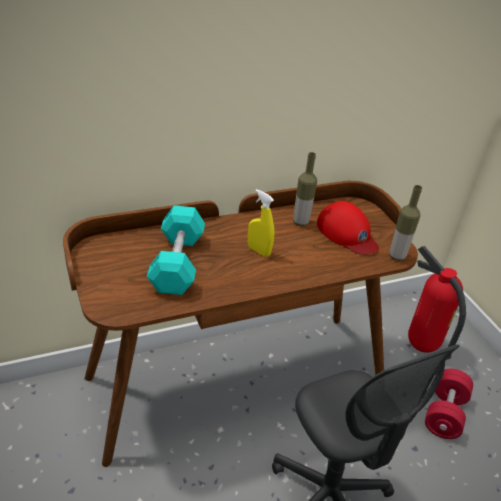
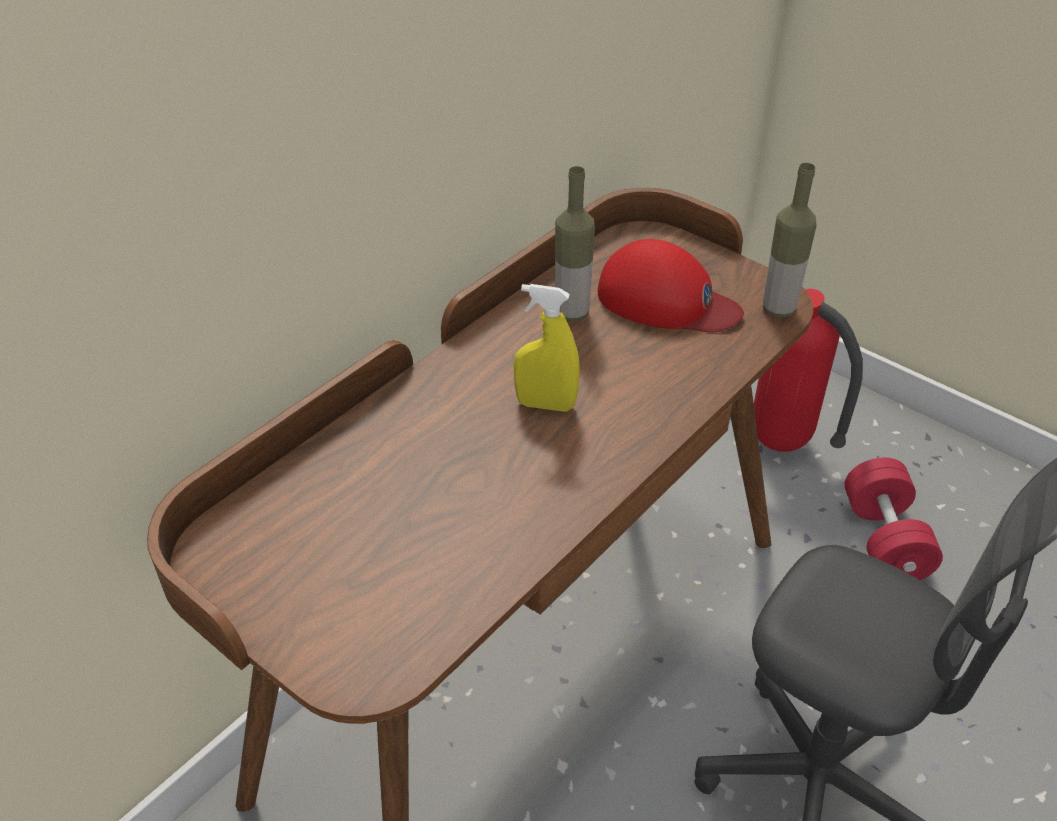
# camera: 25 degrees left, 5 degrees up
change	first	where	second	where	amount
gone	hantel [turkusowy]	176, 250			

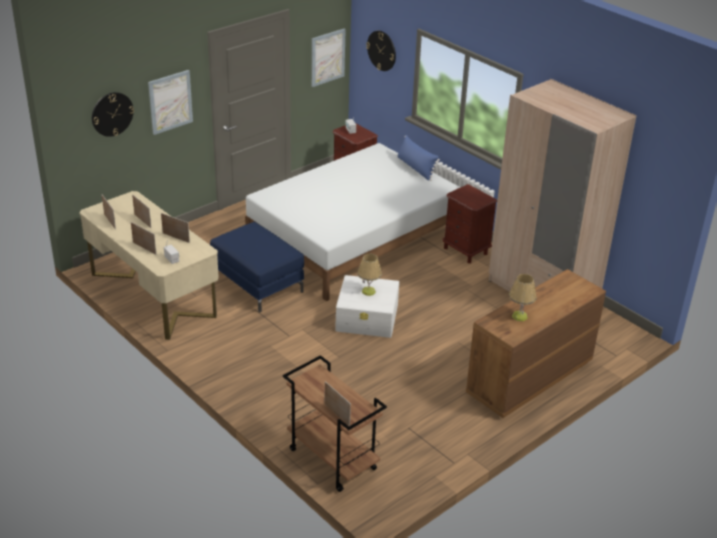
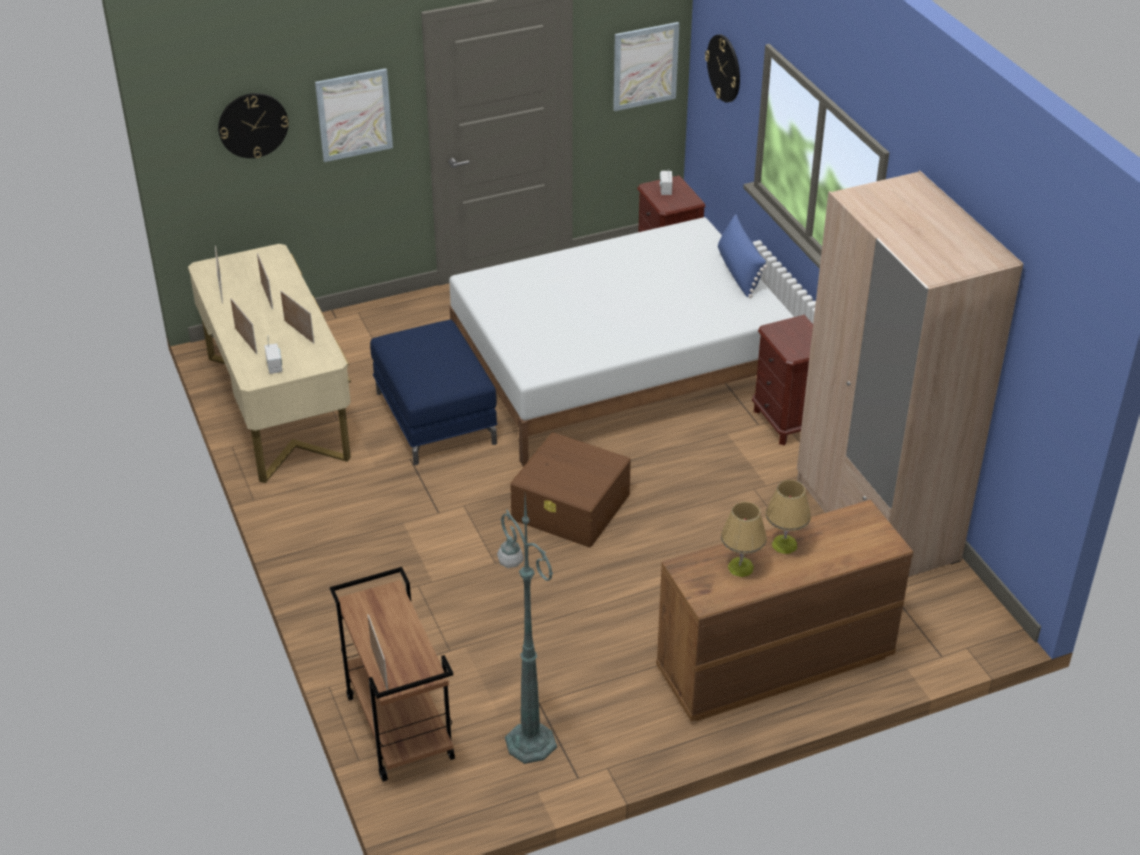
# camera: 20 degrees right, 5 degrees up
change	first	where	second	where	amount
new			lampa stojąca [zielony]	527, 630	
repainted	pojemnik do przechowywania [biały]	367, 306	pojemnik do przechowywania [brązowy]	570, 490	
shifted	lampa stołowa	369, 275		788, 517	

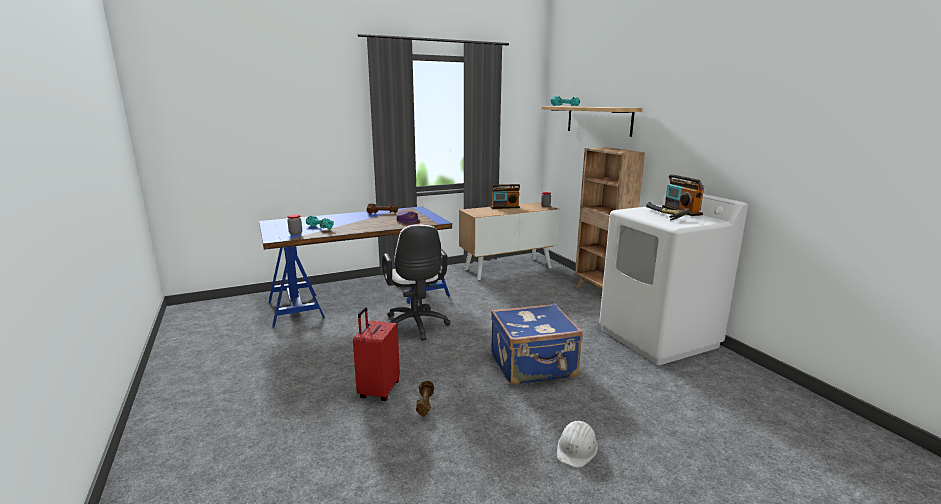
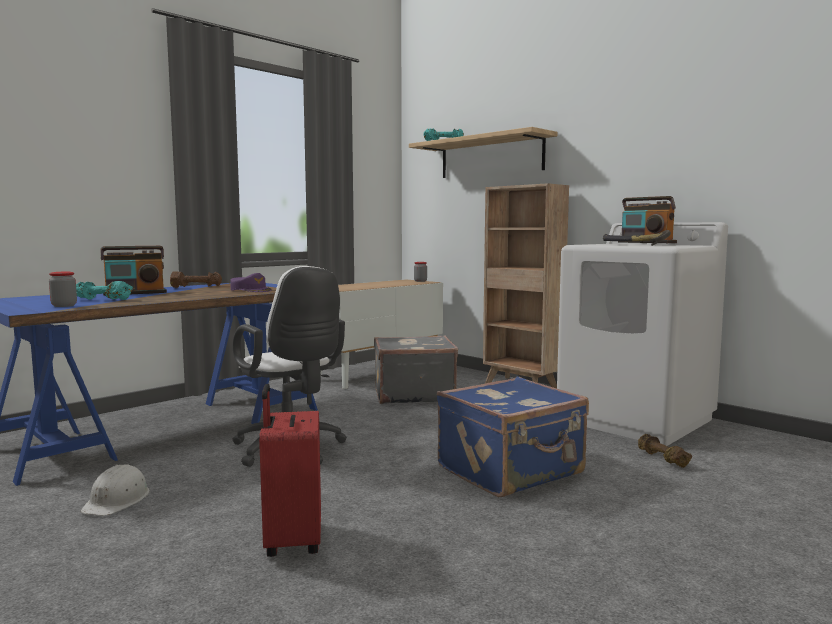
# camera: 20 degrees left, 10 degrees down
change	first	where	second	where	amount
shifted	kask [biały]	577, 444		115, 490	
shifted	radio	505, 196		134, 271	
new			walizka [szary]	416, 369	
shifted	hantel [brązowy]	425, 399		665, 451	

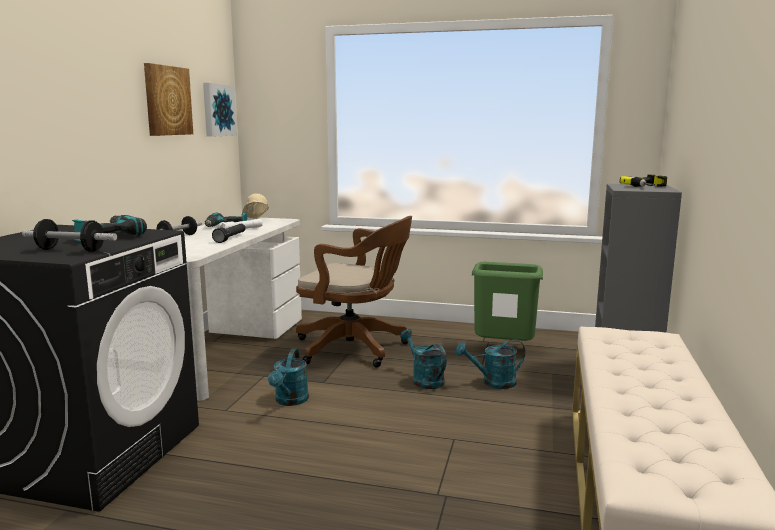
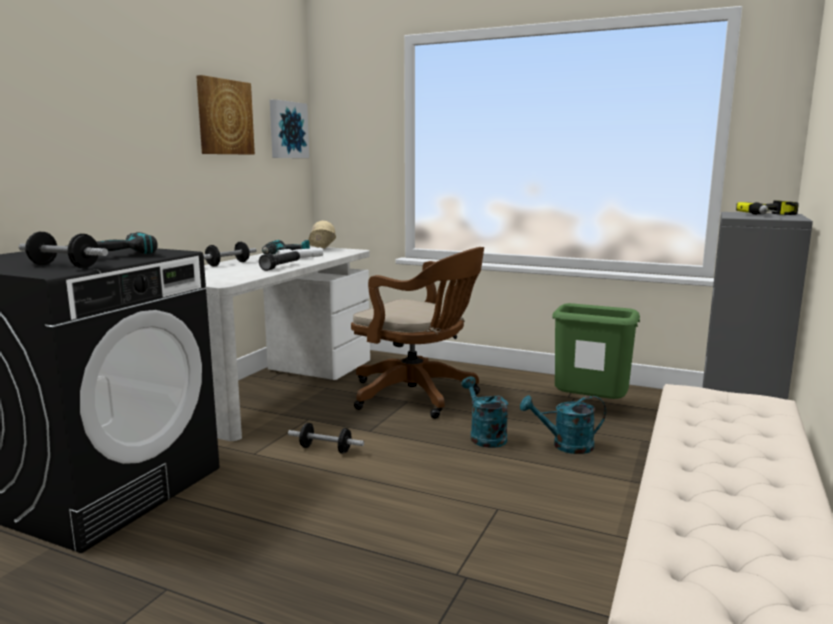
# camera: 10 degrees right, 0 degrees up
change	first	where	second	where	amount
swapped	konewka [turkusowy]	288, 377	hantel	326, 438	

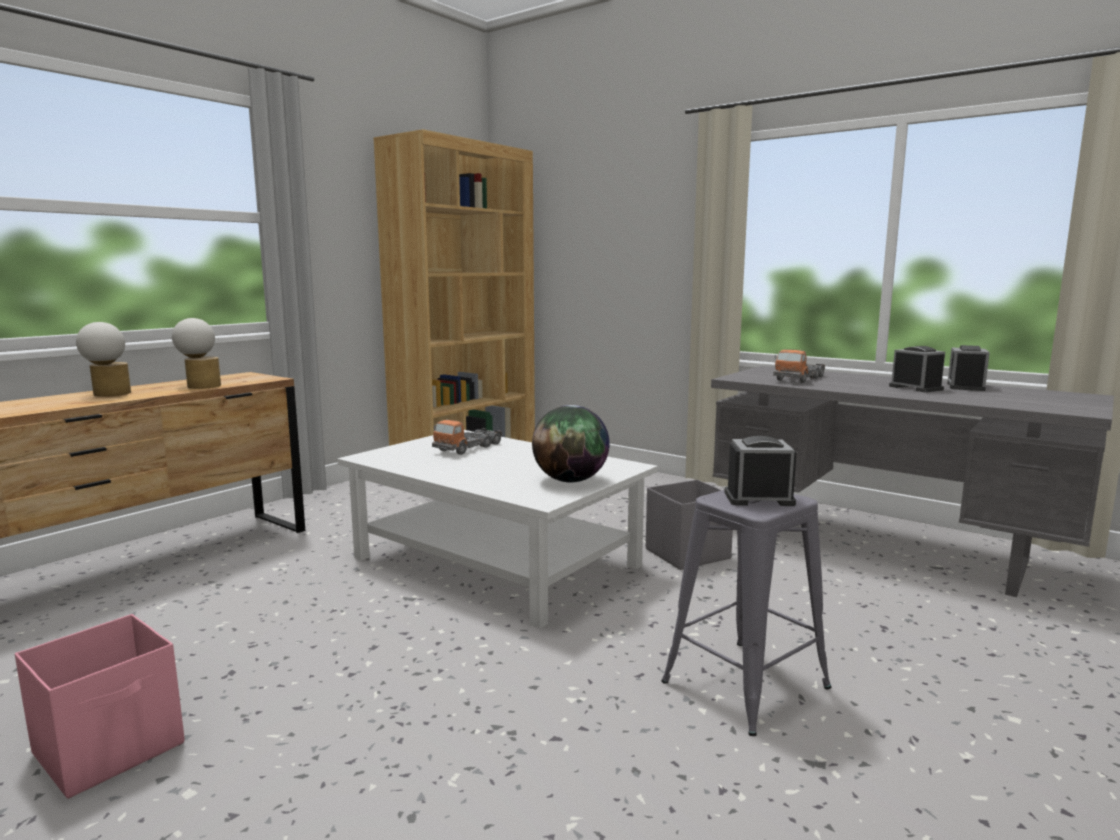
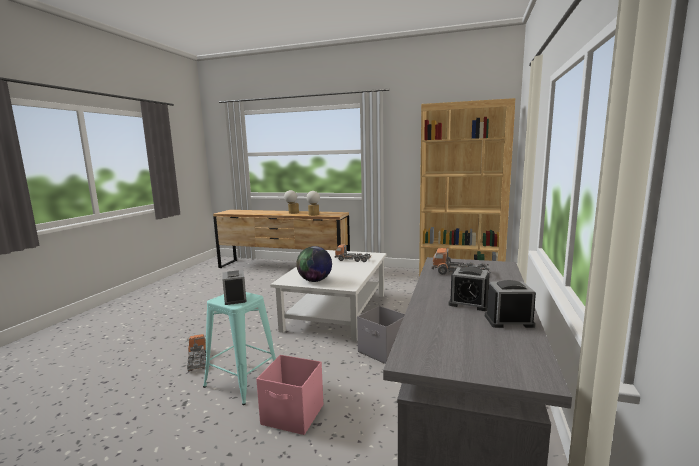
# camera: 70 degrees right, 0 degrees up
change	first	where	second	where	amount
new			ciężarówka zabawkowa	196, 353	
repainted	stołek [szary]	746, 613	stołek [turkusowy]	239, 348	
shifted	pojemnik do przechowywania [różowy]	100, 706		289, 395	
rotated	budzik	917, 369		469, 289	75 degrees clockwise

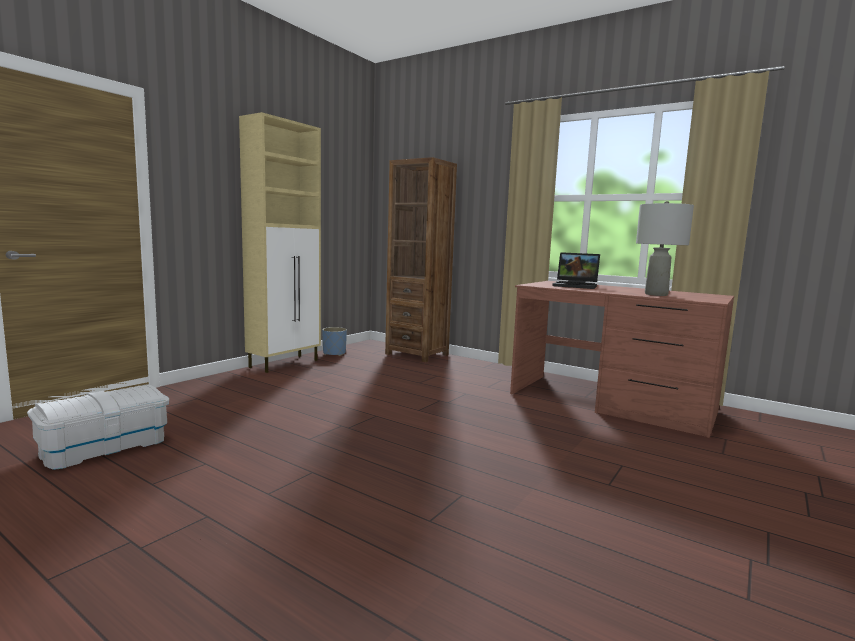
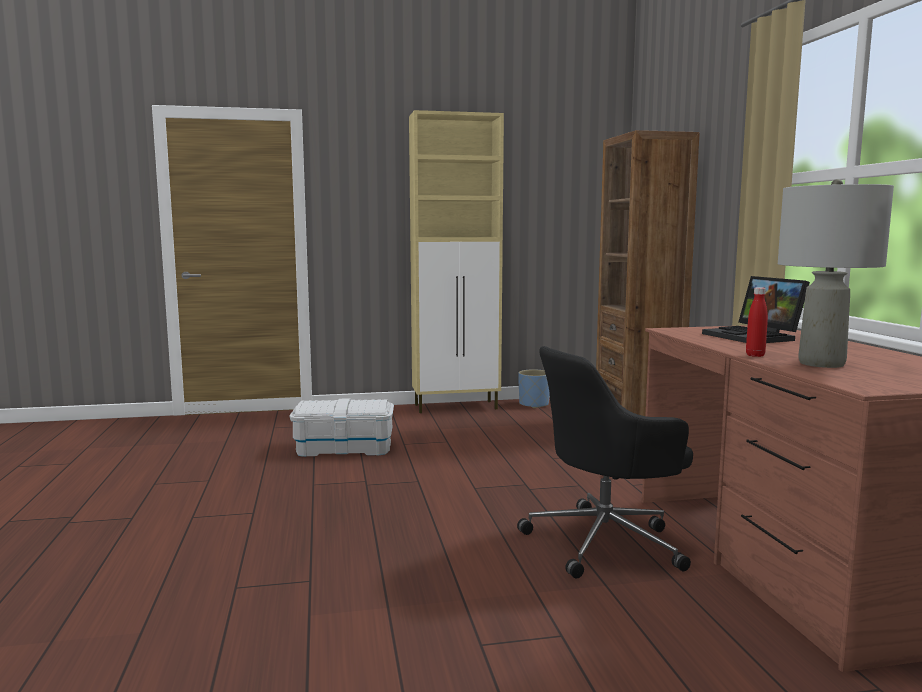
# camera: 45 degrees right, 0 degrees up
change	first	where	second	where	amount
shifted	pojemnik do przechowywania [biały]	98, 427		341, 428	
new			krzesło biurowe [czarny]	605, 462	
new			butelka [czerwony]	757, 322	

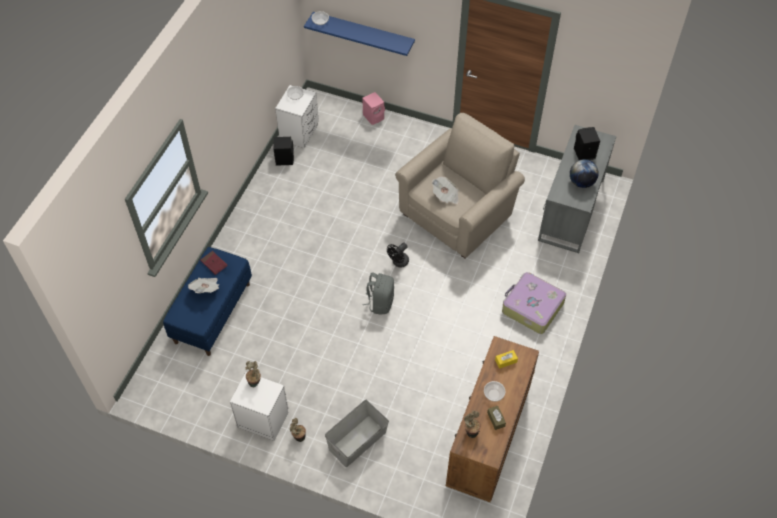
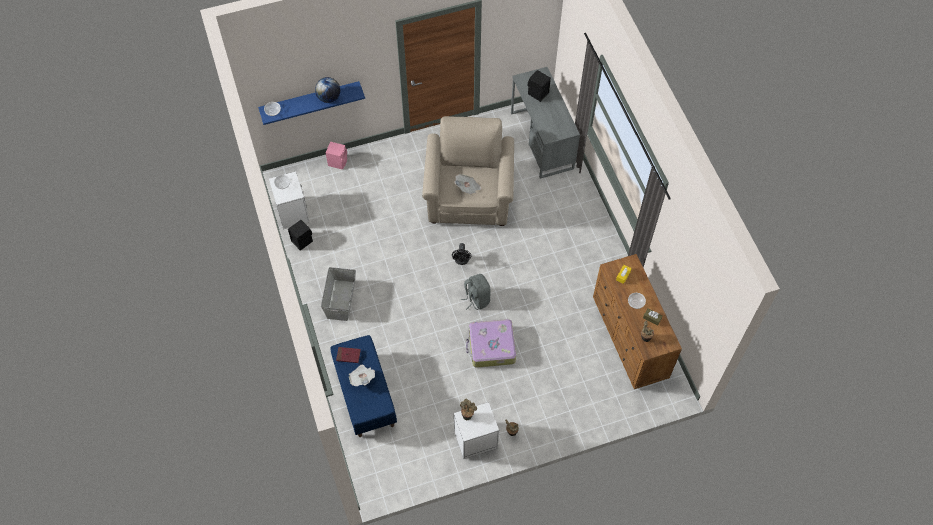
# camera: 40 degrees left, 5 degrees up
change	first	where	second	where	amount
shifted	globus	584, 173		327, 90	
shifted	pojemnik do przechowywania [szary]	357, 433		338, 294	
shifted	walizka	534, 303		491, 343	

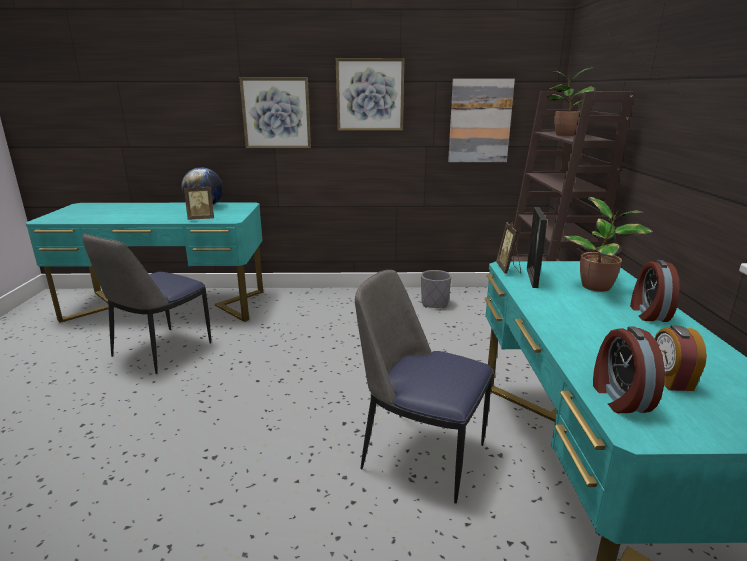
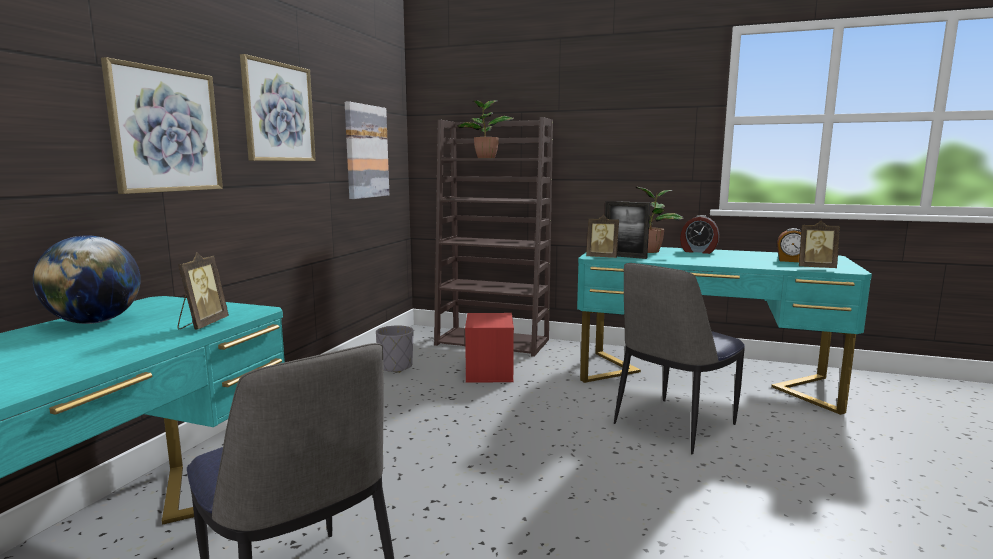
# camera: 70 degrees left, 10 degrees down
change	first	where	second	where	amount
new			pojemnik do przechowywania [czerwony]	489, 347	
swapped	budzik	629, 369	ramka na zdjęcie	819, 244	

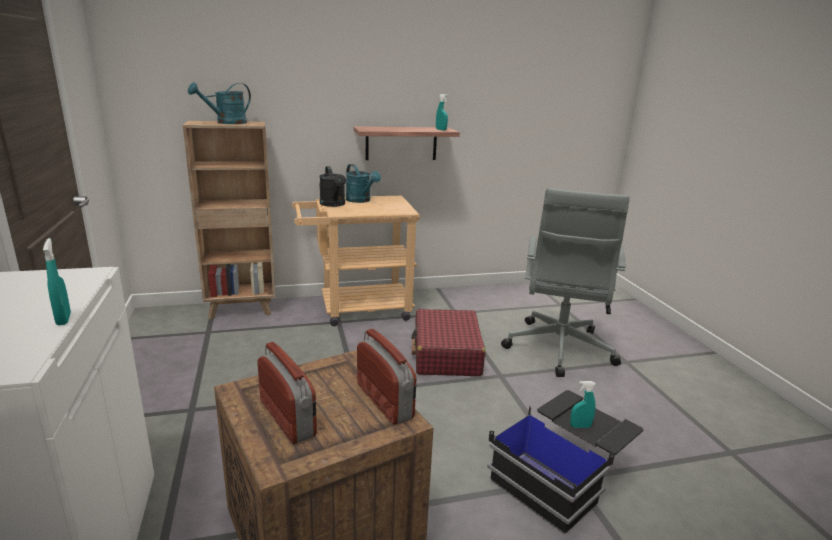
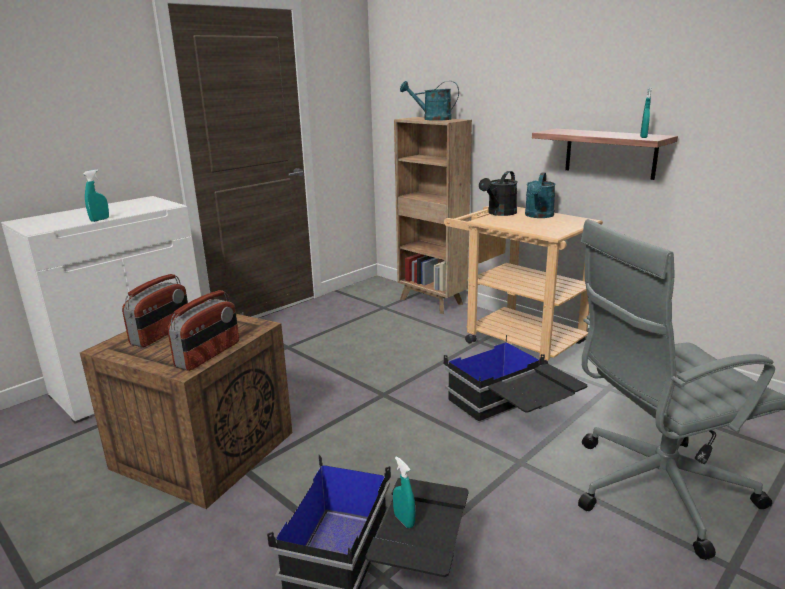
# camera: 60 degrees right, 0 degrees up
change	first	where	second	where	amount
swapped	walizka [czerwony]	448, 342	pojemnik do przechowywania [czarny]	515, 379	

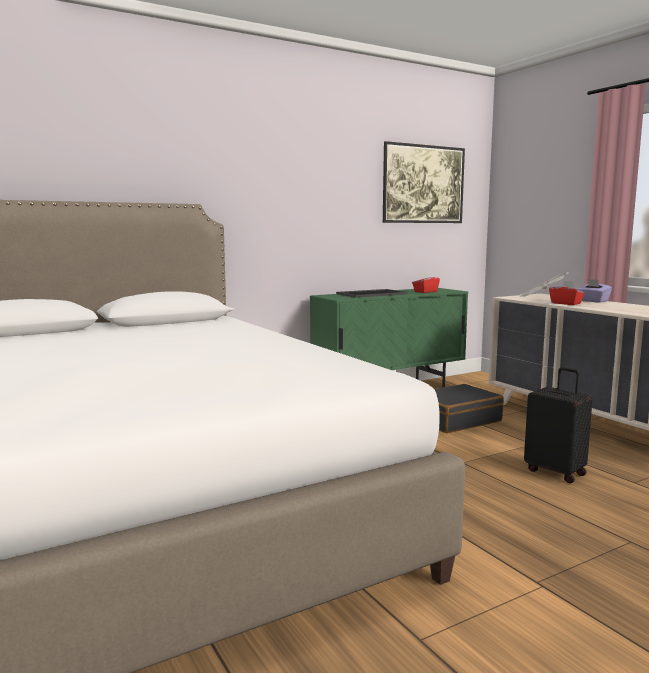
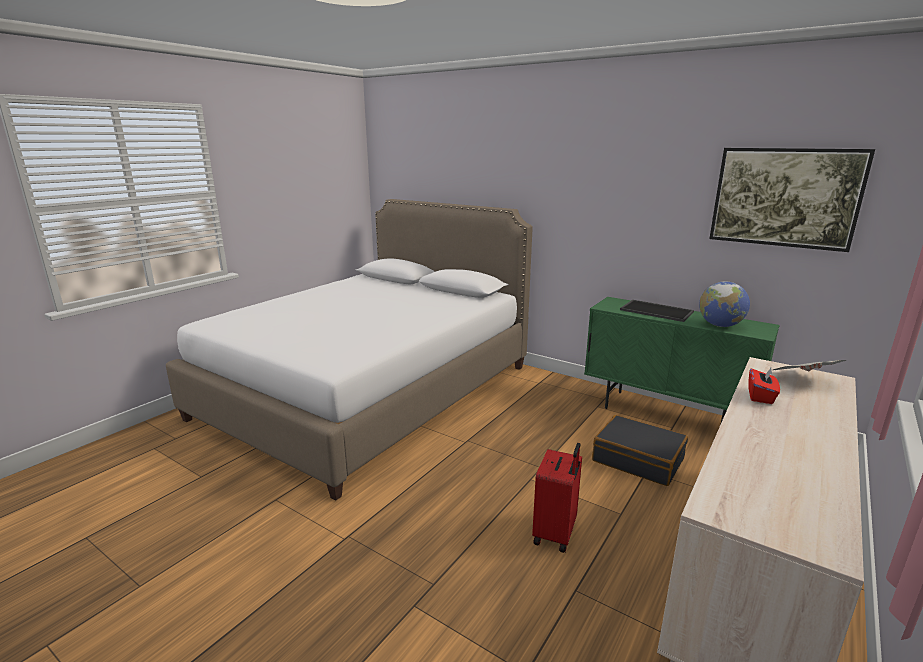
# camera: 65 degrees right, 10 degrees up
change	first	where	second	where	amount
repainted	walizka [czarny]	558, 425	walizka [czerwony]	557, 498	
swapped	pudełko chusteczek [czerwony]	426, 282	globus	724, 304	
gone	pudełko chusteczek [fioletowy]	594, 291			

